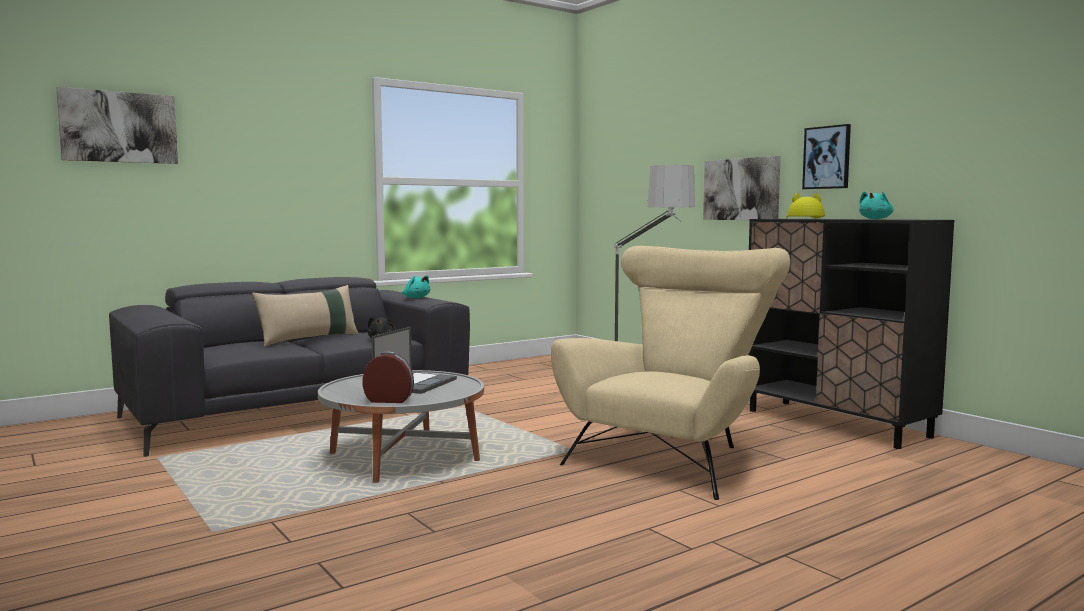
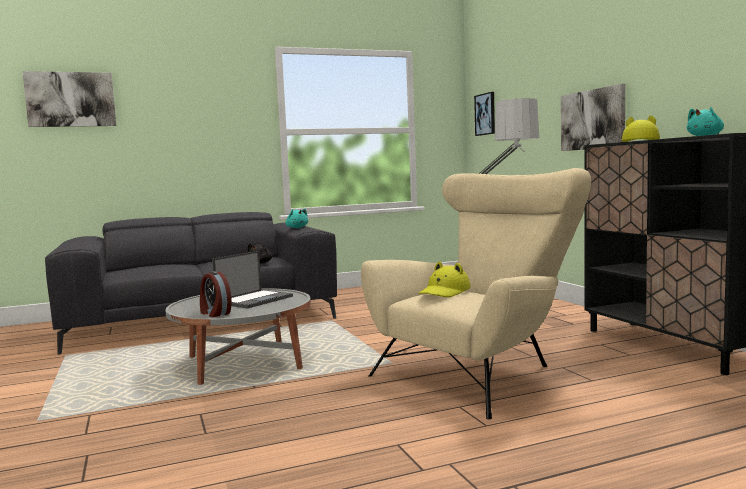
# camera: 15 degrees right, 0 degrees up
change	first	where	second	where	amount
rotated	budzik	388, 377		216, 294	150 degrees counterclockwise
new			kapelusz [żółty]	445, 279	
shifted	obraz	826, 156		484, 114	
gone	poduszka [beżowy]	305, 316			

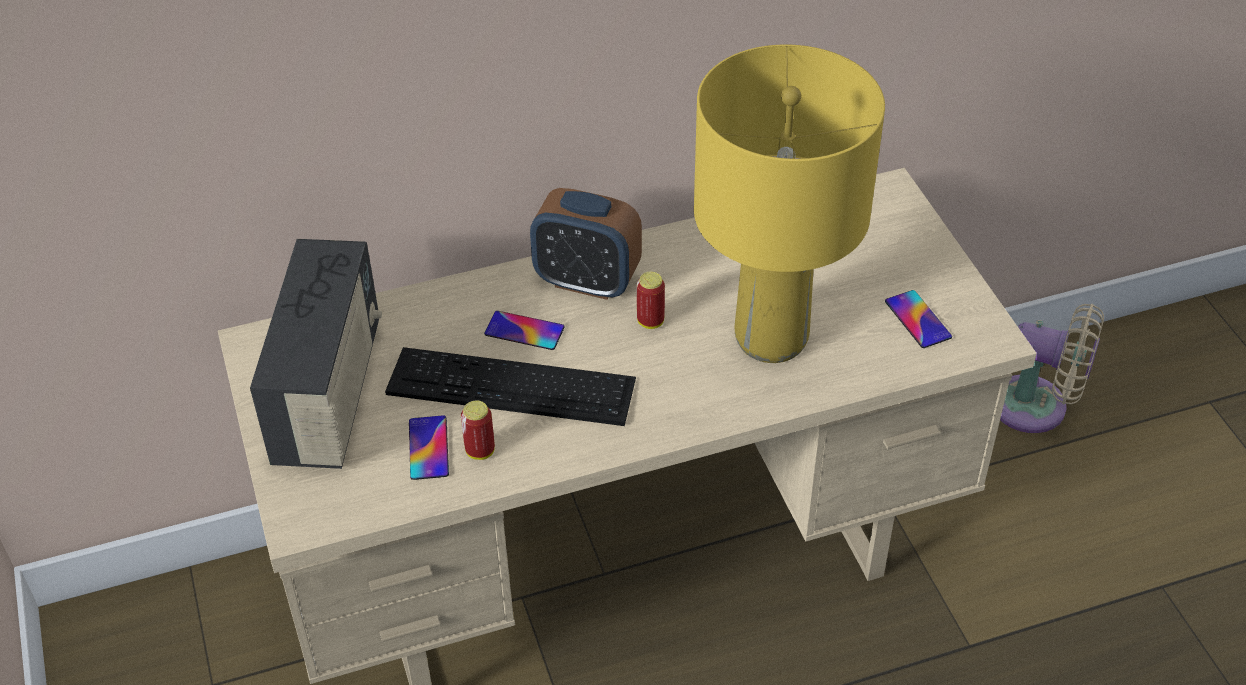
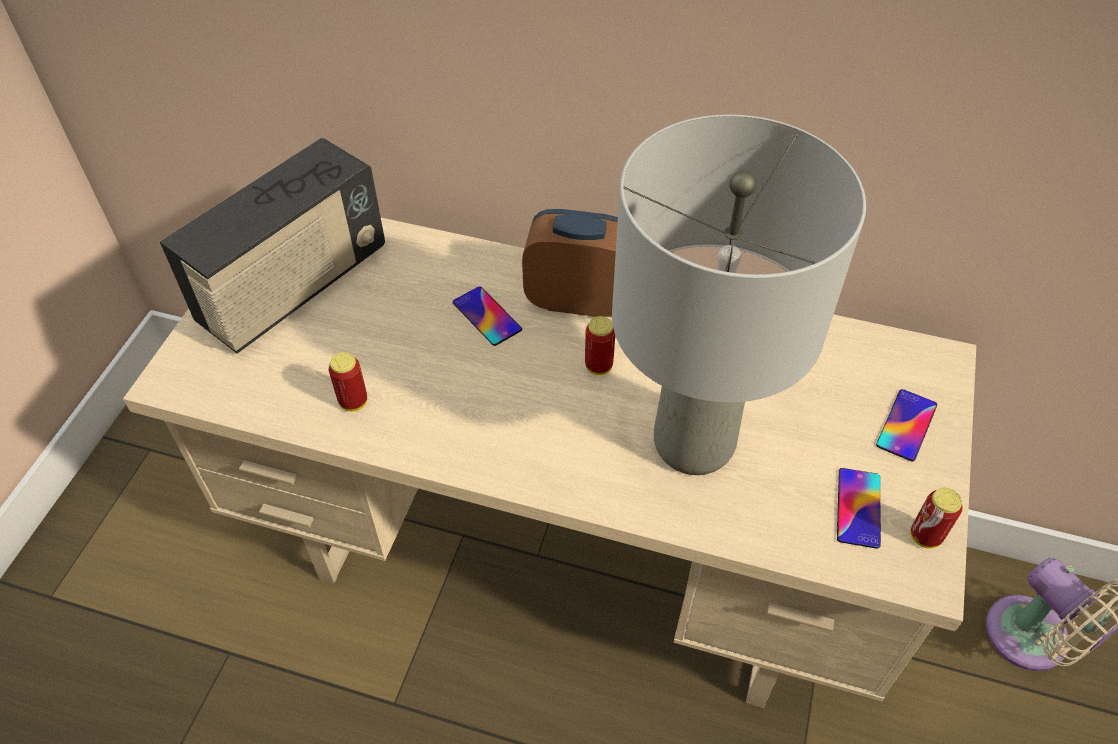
# camera: 35 degrees right, 5 degrees up
change	first	where	second	where	amount
rotated	budzik	586, 244		570, 263	135 degrees clockwise
repainted	lampa stołowa [żółty]	789, 204	lampa stołowa [szary]	739, 294	
shifted	telefon	429, 447		906, 425	
new			puszka	936, 518	
gone	klawiatura	510, 386			

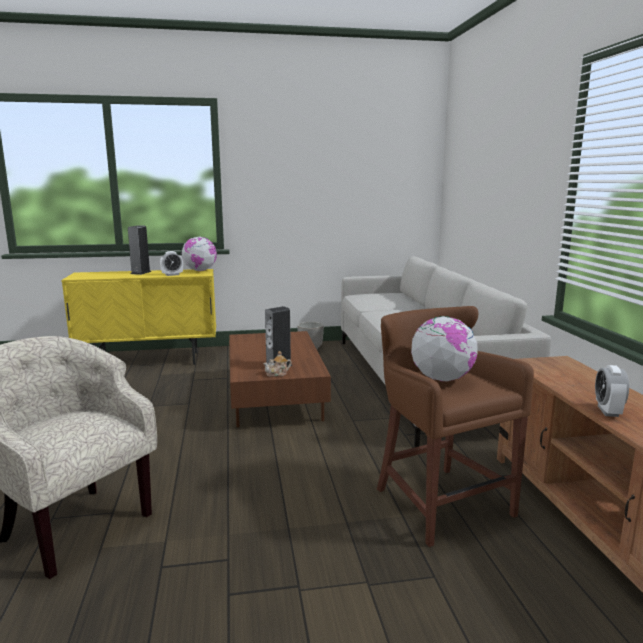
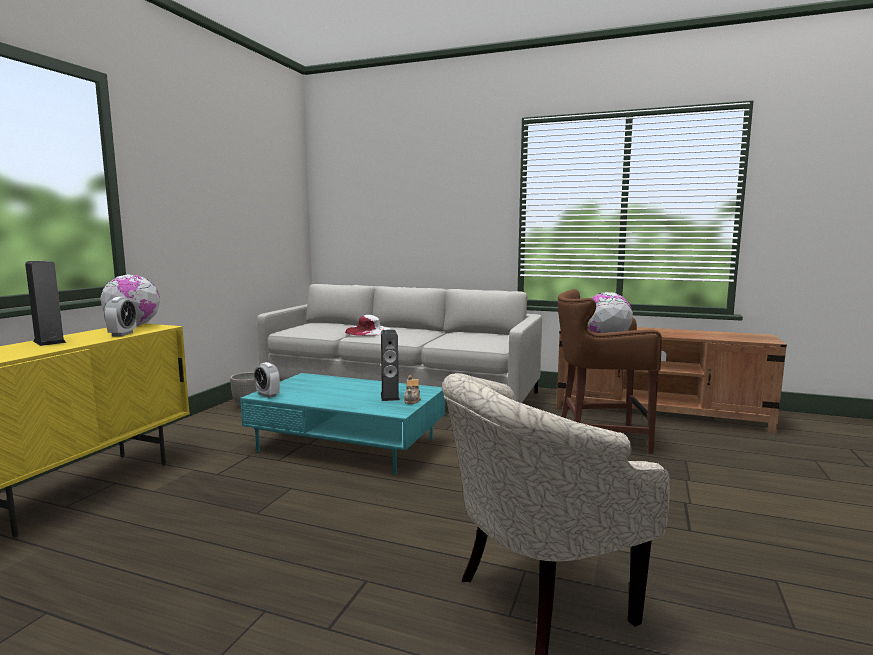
# camera: 60 degrees left, 5 degrees down
change	first	where	second	where	amount
repainted	ława [brązowy]	280, 379	ława [turkusowy]	342, 424	
shifted	budzik	612, 391		267, 380	
new			kapelusz [biały]	368, 325	

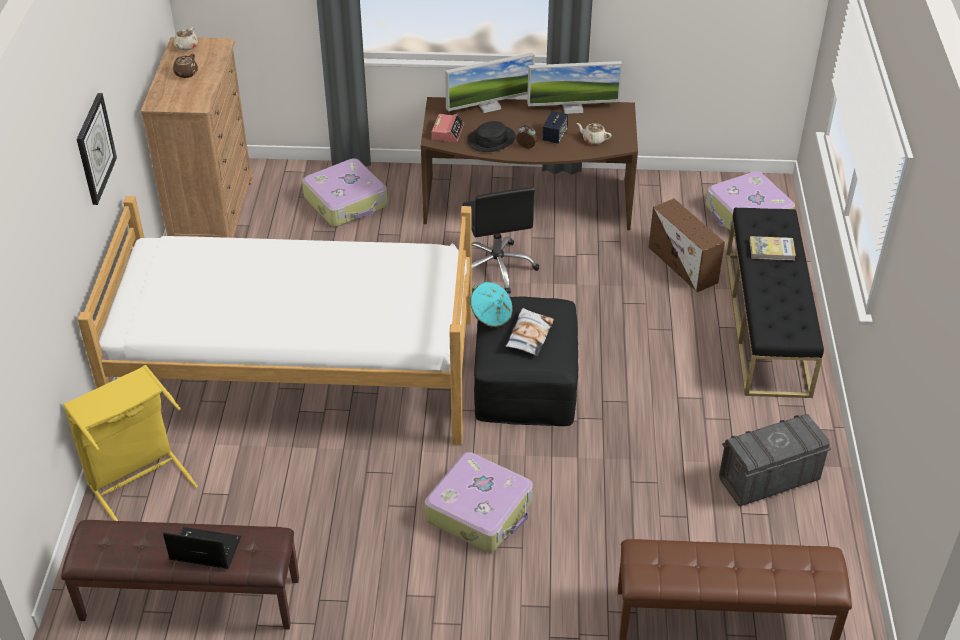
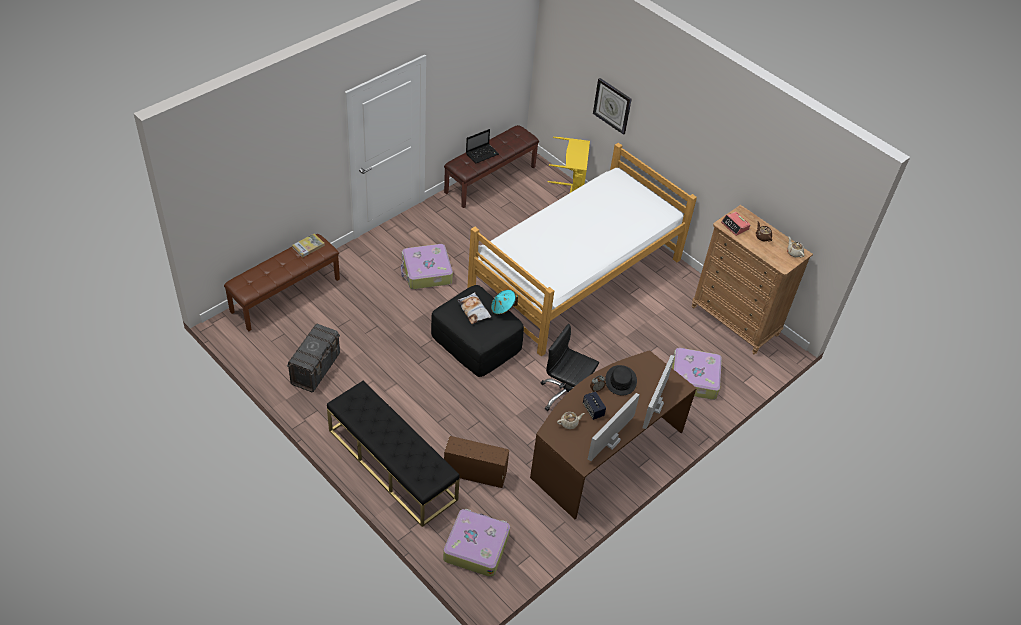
# camera: 130 degrees right, 5 degrees up
change	first	where	second	where	amount
shifted	książka	772, 248		308, 246	
shifted	zegar ścienny	97, 149		612, 106	
shifted	budzik	448, 128		735, 224	

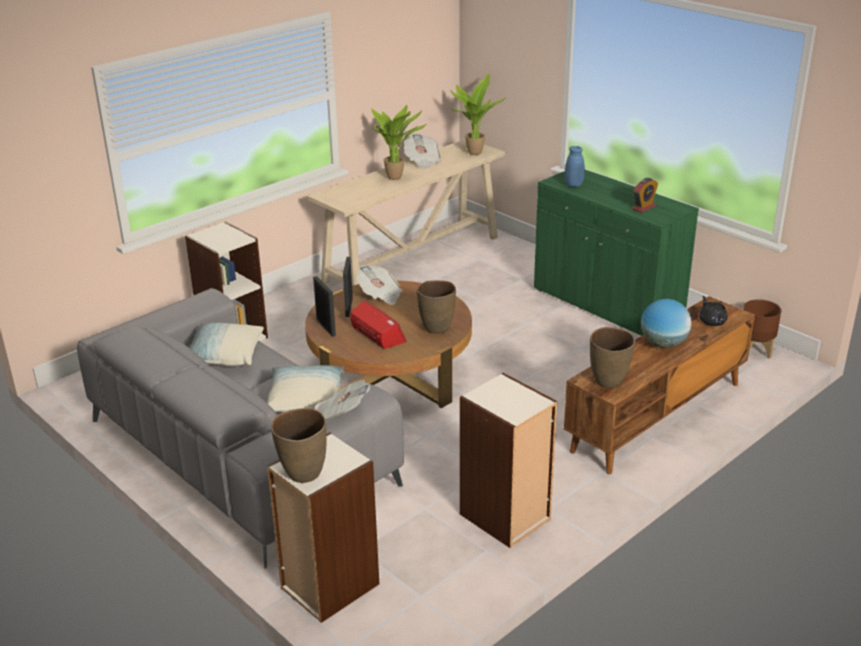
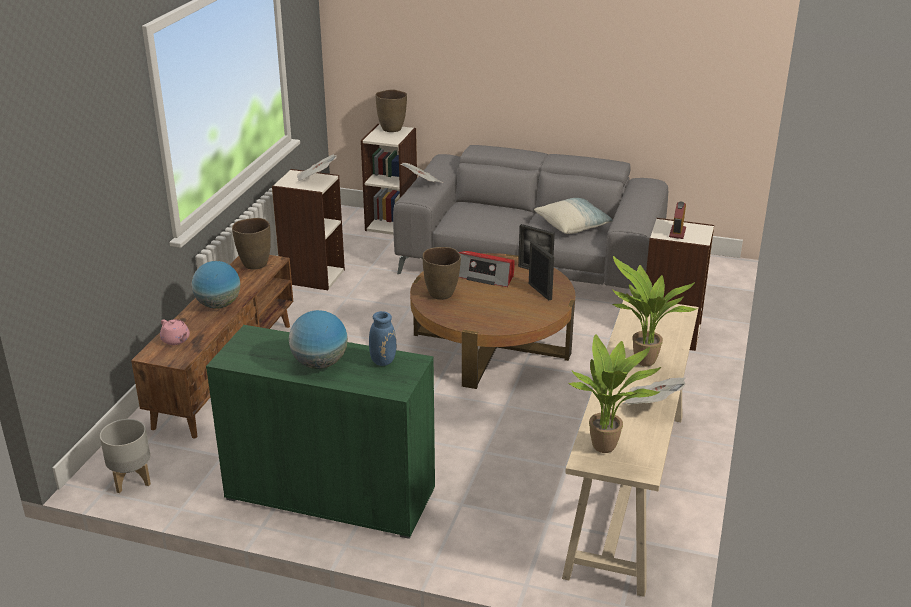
# camera: 150 degrees right, 0 degrees up
change	first	where	second	where	amount
repainted	donica [brązowy]	762, 329	donica [szary]	125, 456	
repainted	imbryk [czarny]	713, 311	imbryk [różowy]	175, 332	
new			globus	318, 339	
shifted	gazeta	379, 285		317, 168	
shifted	budzik	645, 195		677, 220	
gone	poduszka	305, 388			

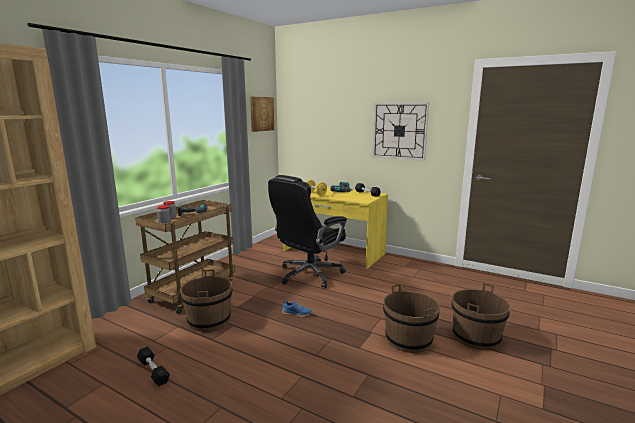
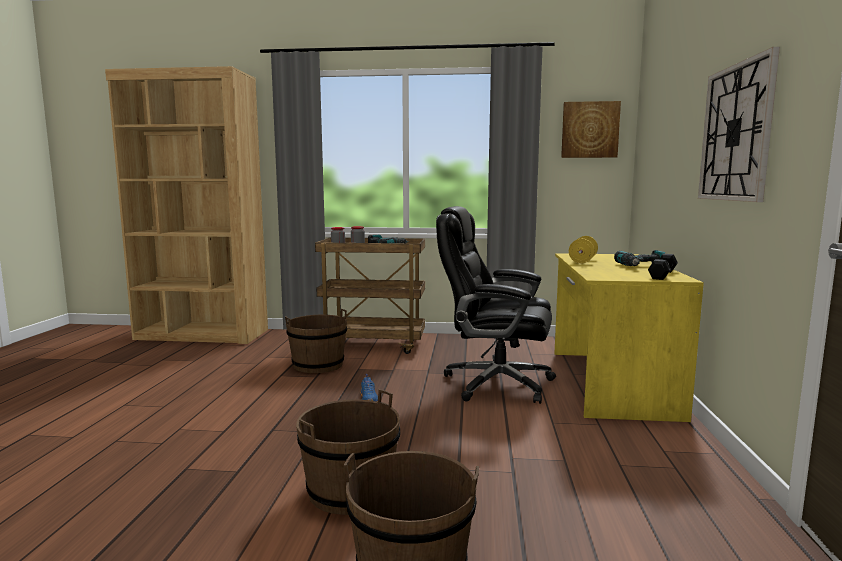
# camera: 65 degrees right, 5 degrees down
change	first	where	second	where	amount
gone	hantel [czarny]	153, 366			

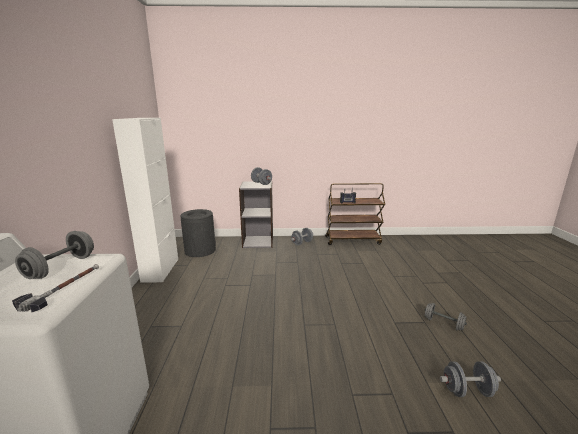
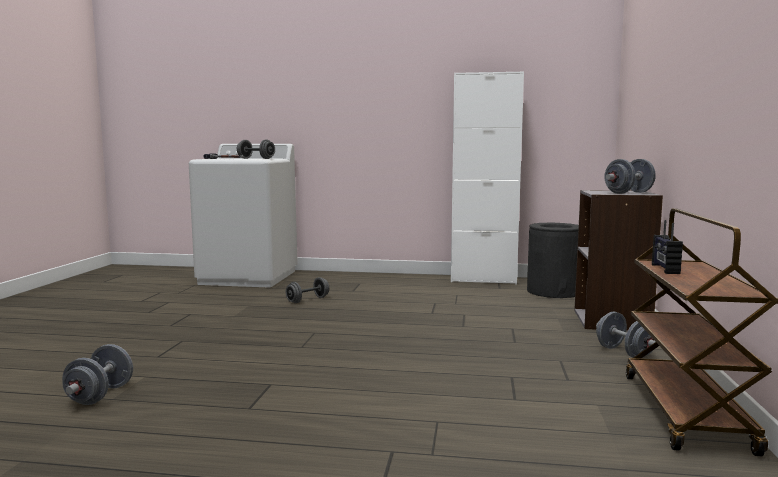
# camera: 100 degrees right, 10 degrees down
change	first	where	second	where	amount
shifted	hantel [szary]	446, 317		307, 290	

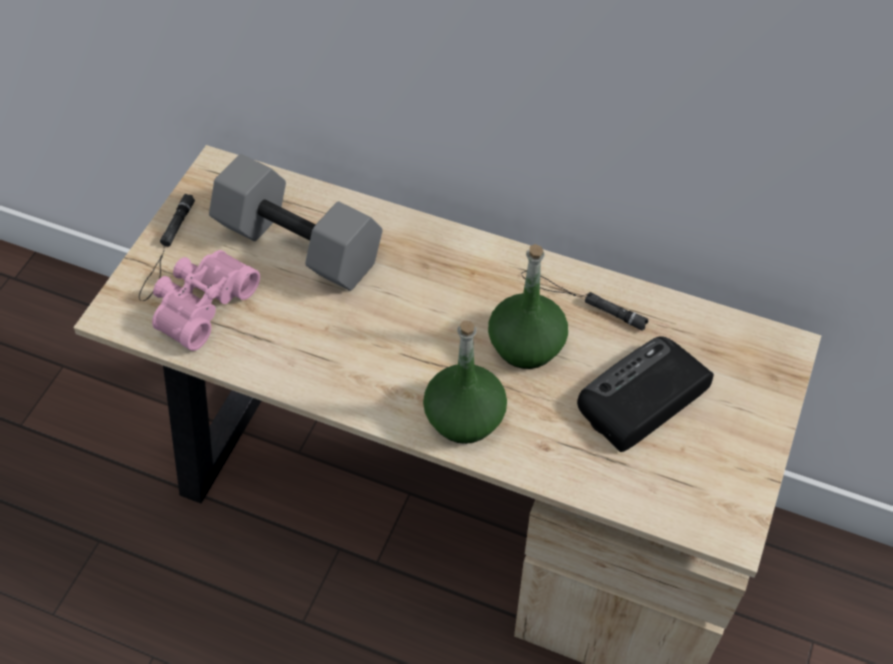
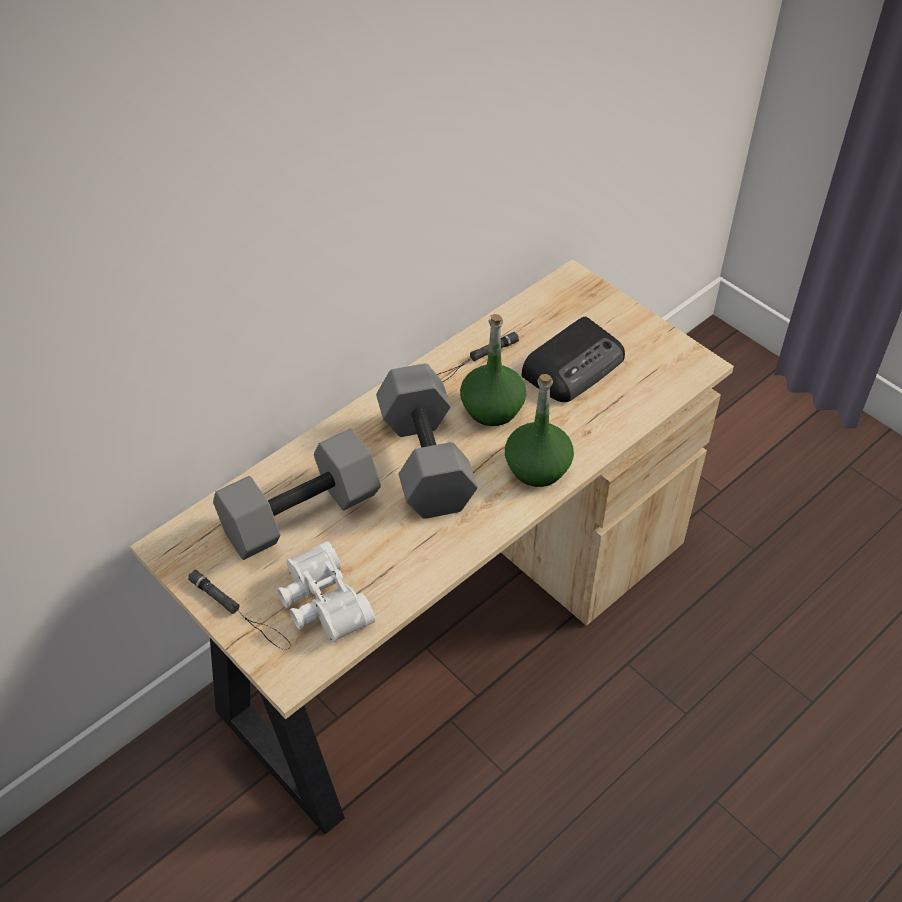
# camera: 65 degrees left, 5 degrees down
change	first	where	second	where	amount
repainted	lornetka [różowy]	206, 300	lornetka [biały]	326, 592	
new			hantel [szary]	427, 441	
rotated	radio	645, 394		573, 359	120 degrees counterclockwise

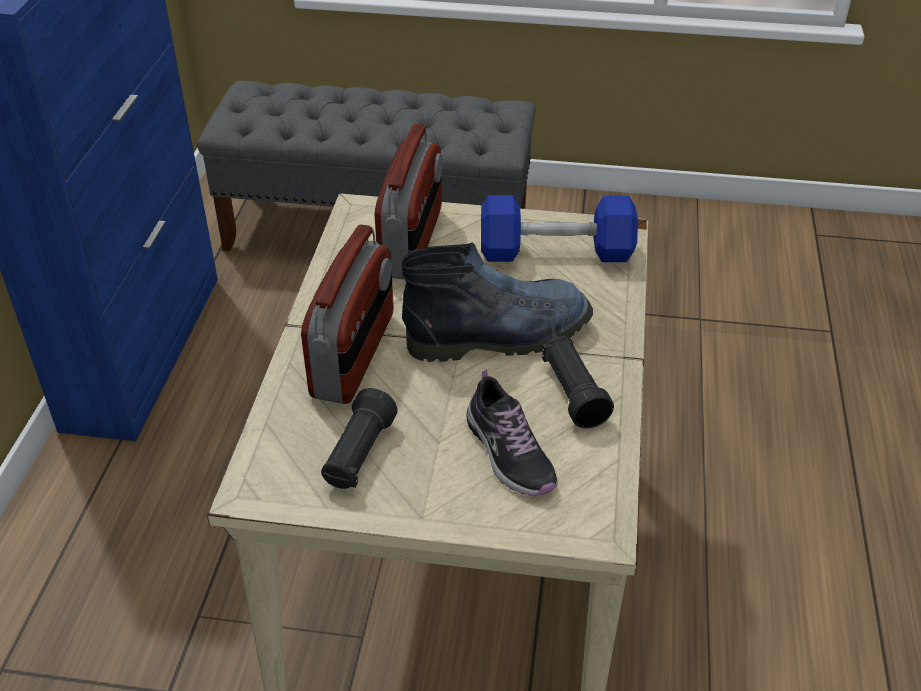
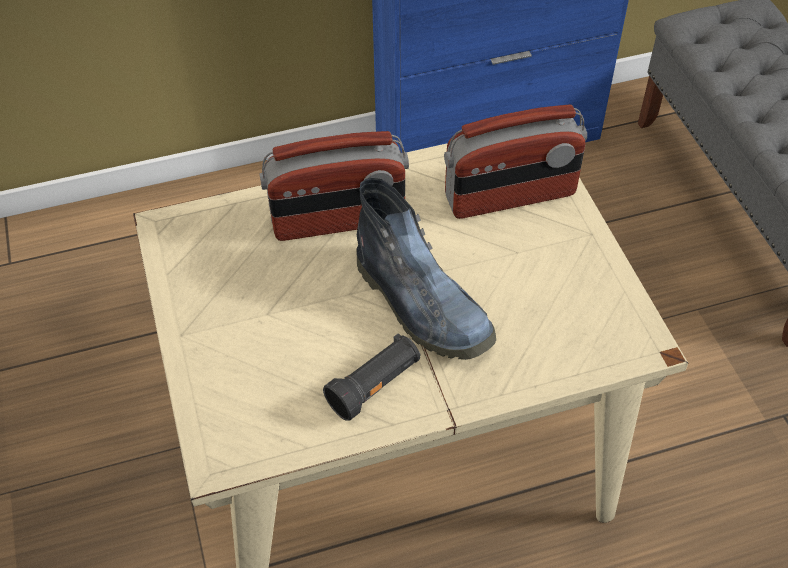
# camera: 65 degrees right, 10 degrees up
change	first	where	second	where	amount
gone	latarka [czarny]	359, 438			
gone	but	512, 433			
gone	hantel [niebieski]	559, 228			

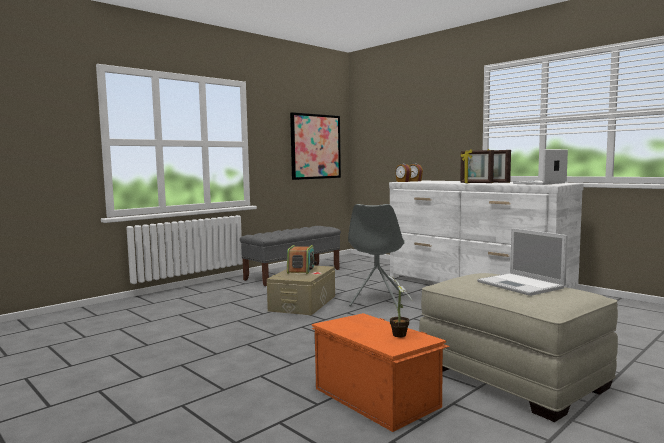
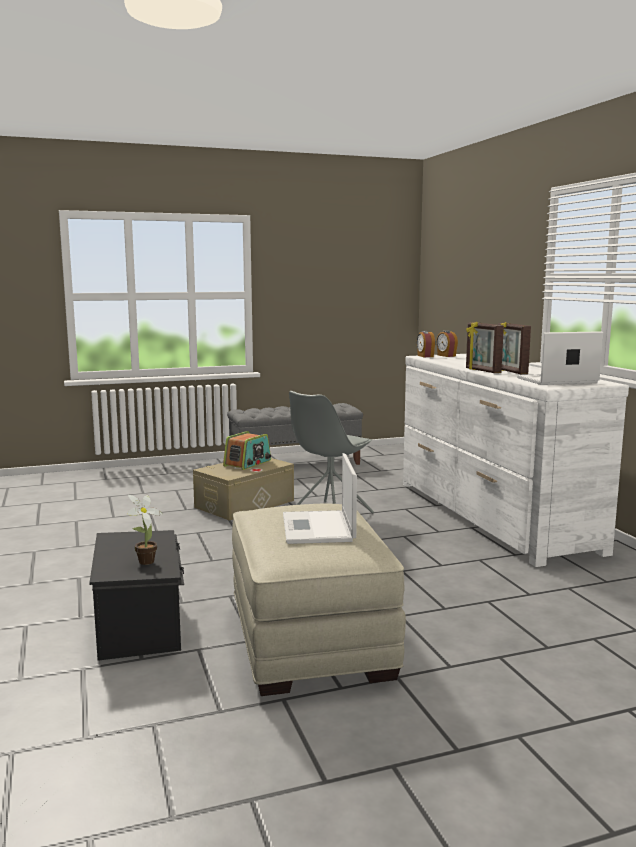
# camera: 25 degrees right, 5 degrees up
change	first	where	second	where	amount
repainted	pojemnik do przechowywania [pomarańczowy]	381, 372	pojemnik do przechowywania [czarny]	137, 595	
gone	obraz	315, 146			

